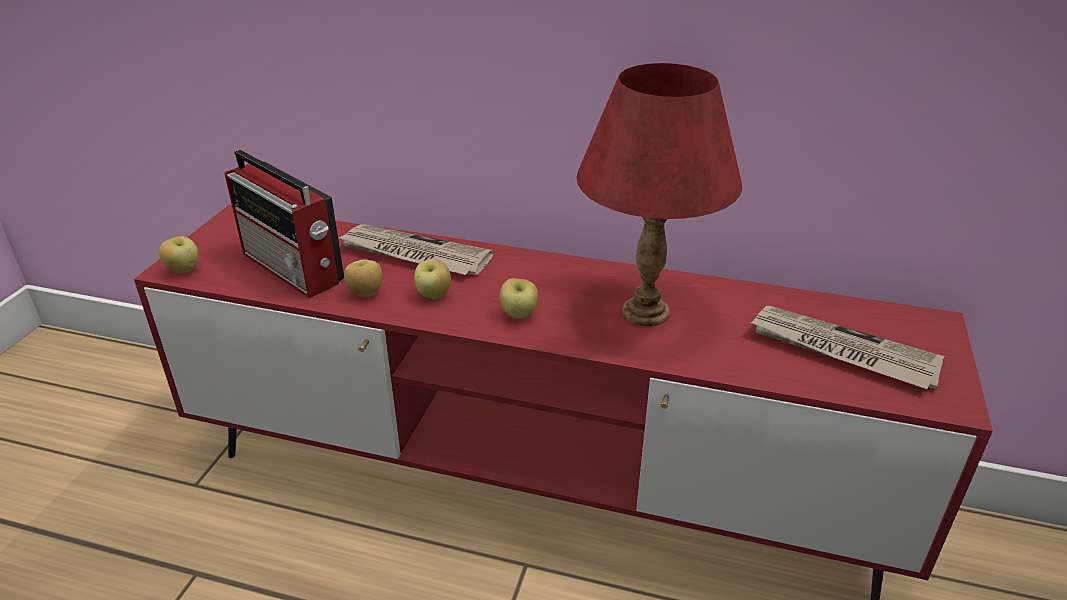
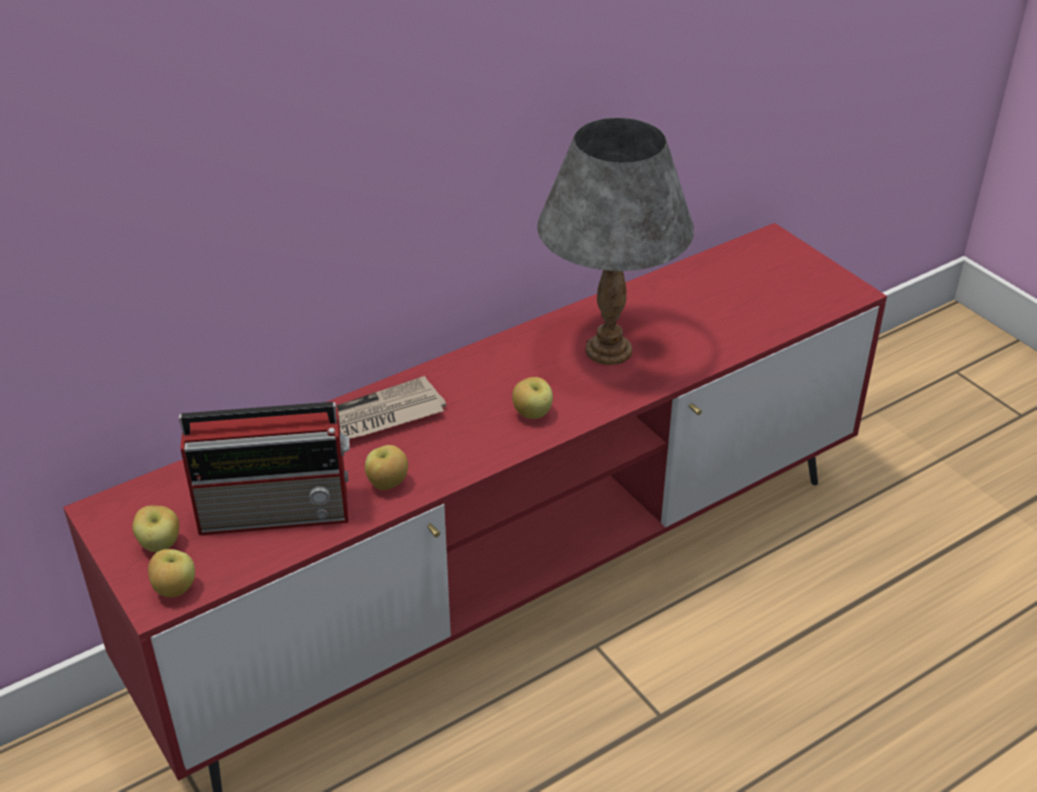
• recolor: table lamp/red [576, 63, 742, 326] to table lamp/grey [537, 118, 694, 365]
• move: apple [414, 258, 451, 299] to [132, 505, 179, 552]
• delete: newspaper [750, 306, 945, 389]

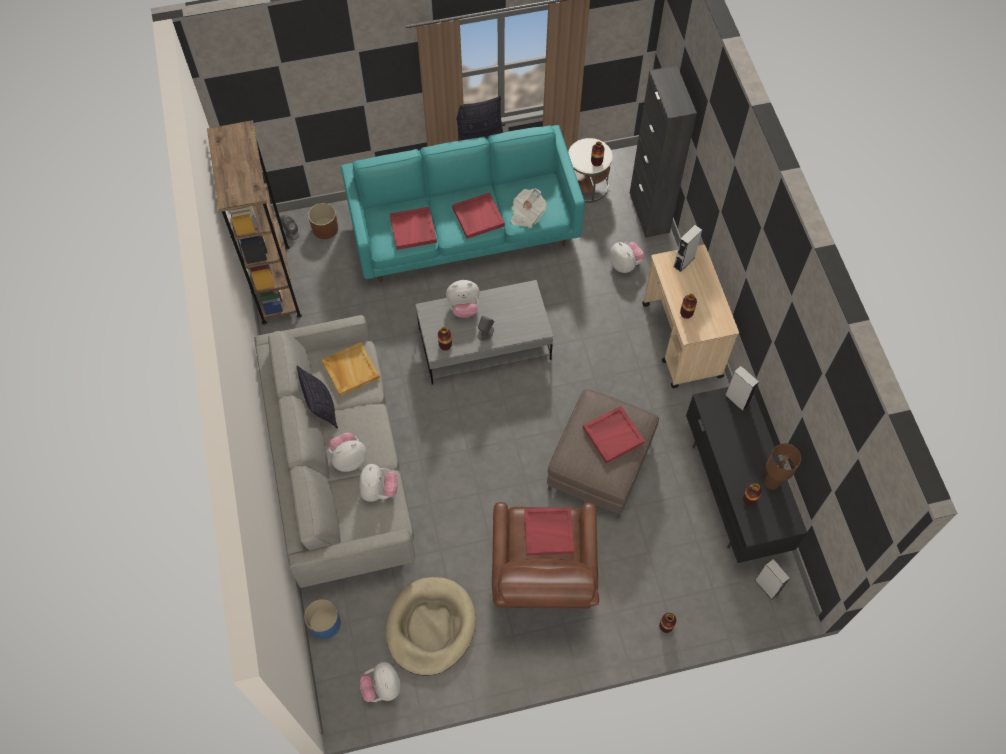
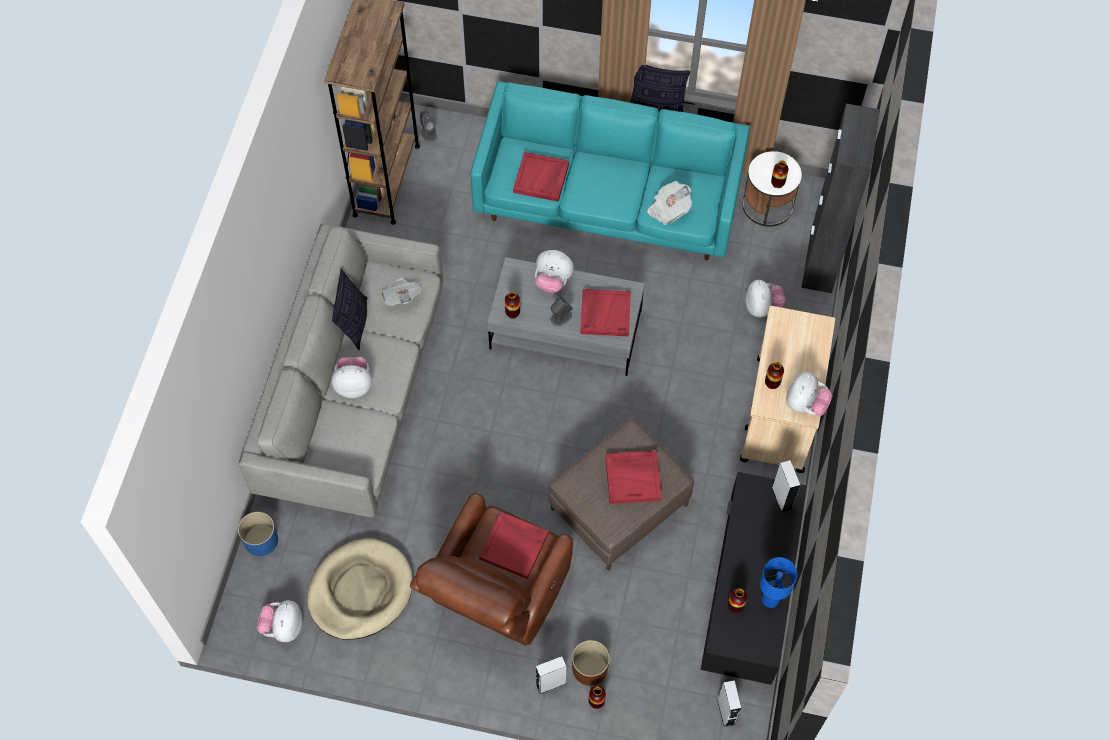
• move: tray/red [452, 192, 505, 239] to [580, 289, 631, 336]
• move: planter/brown [308, 203, 338, 239] to [572, 640, 610, 686]
• move: speaker/grey [673, 225, 702, 272] to [536, 656, 566, 694]
• replace: tray/beige [321, 342, 380, 397] to newspaper [381, 278, 421, 306]
• recolor: table lamp/brown [764, 443, 801, 490] to table lamp/blue [760, 557, 797, 608]
• move: plush toy [359, 464, 398, 502] to [786, 372, 833, 416]

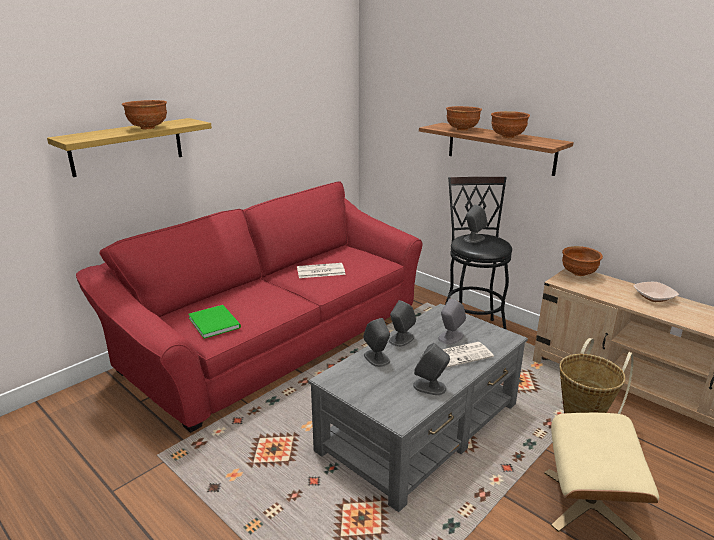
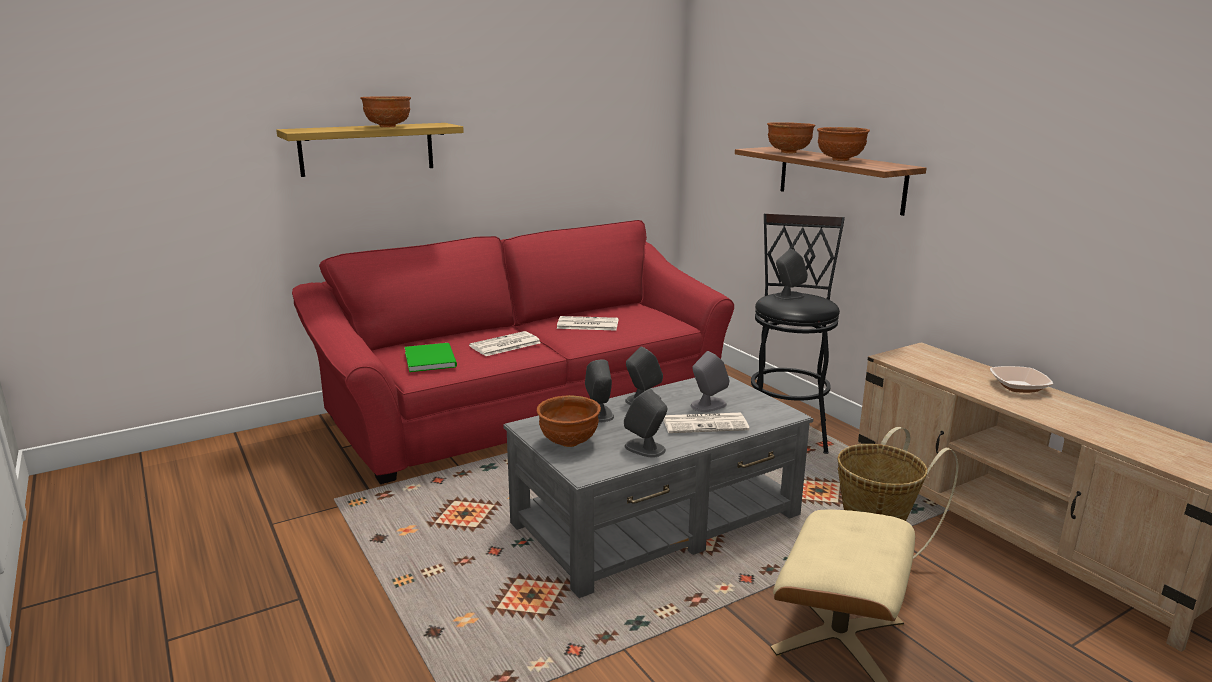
• move: bowl/brown [562, 246, 603, 276] to [537, 395, 601, 447]
• insert: newspaper [469, 331, 541, 356]

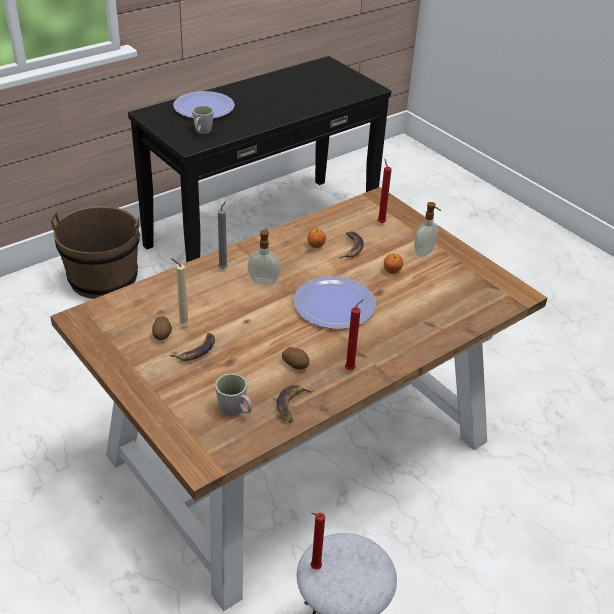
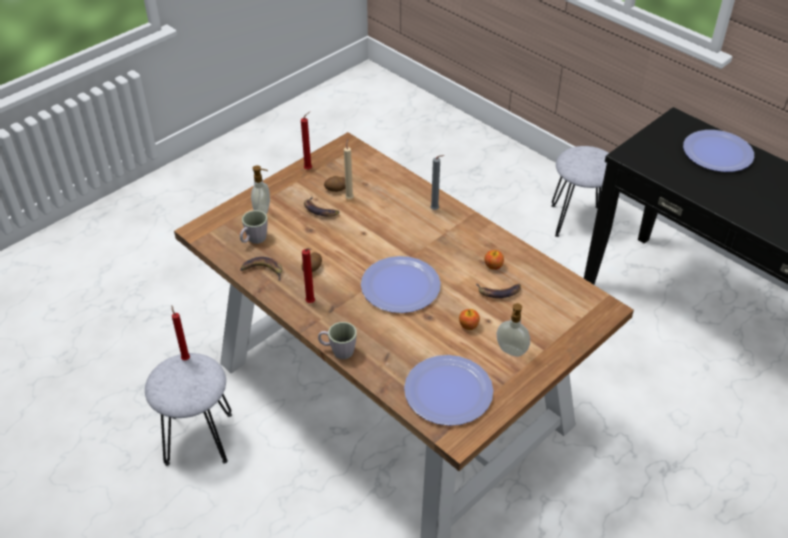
• move: mug/grey [192, 106, 214, 134] to [318, 322, 357, 359]
• move: candle/red [378, 159, 392, 223] to [301, 112, 312, 170]
• replace: bucket/brown [51, 206, 140, 299] to stool/grey [551, 146, 609, 237]
• move: soap dispenser [247, 228, 280, 285] to [251, 165, 270, 214]
• insert: plate [404, 355, 493, 426]

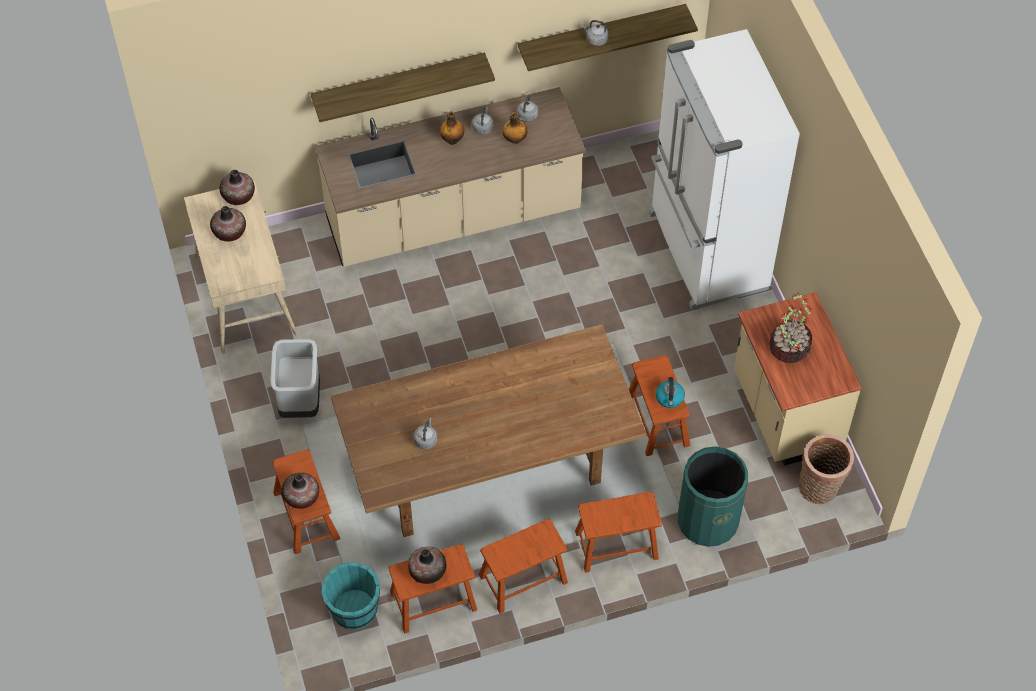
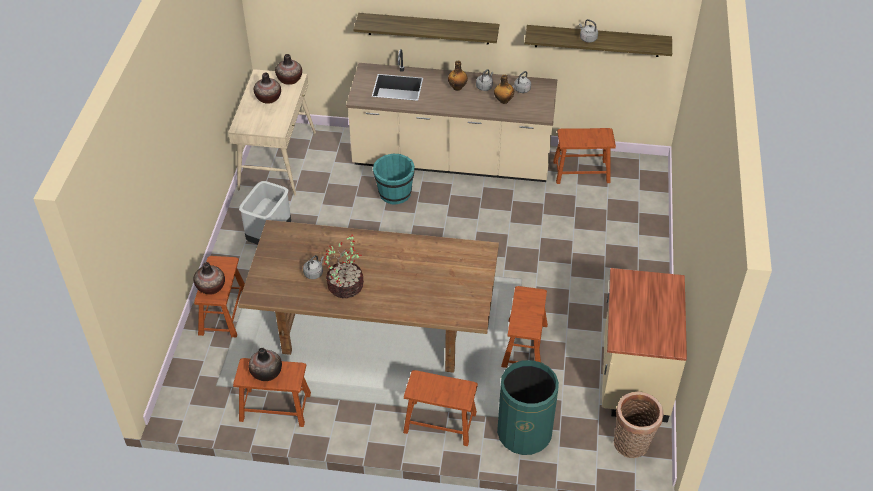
• delete: fridge/white [649, 29, 800, 310]
• move: potted plant [769, 292, 812, 363] to [323, 235, 364, 298]
• delete: kettle [655, 377, 685, 408]
• move: stool/brown [479, 519, 568, 614] to [553, 128, 616, 184]
• move: bucket/turquoise [321, 562, 380, 630] to [373, 153, 415, 205]

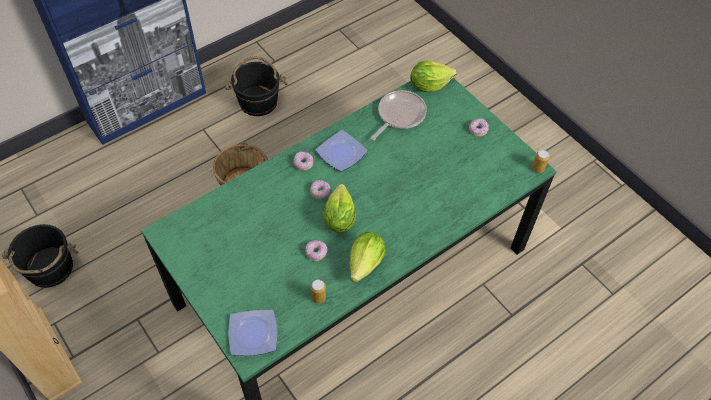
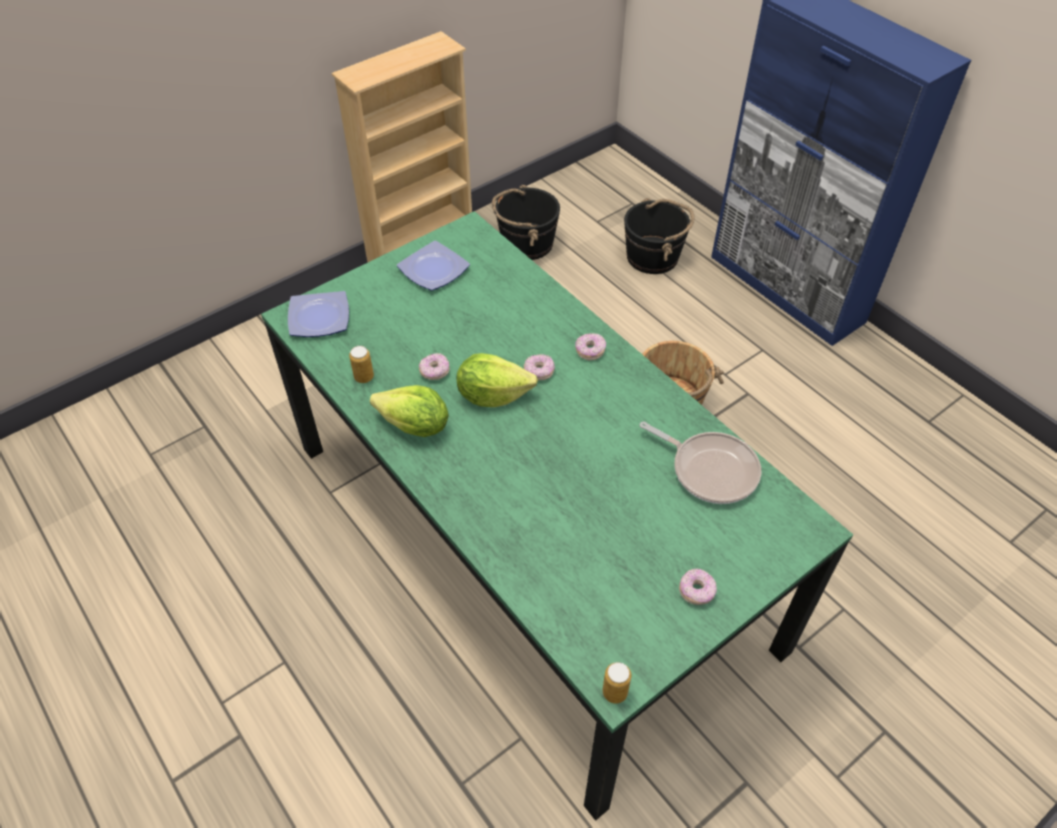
• move: bucket/black [225, 56, 288, 116] to [624, 198, 695, 274]
• delete: lettuce [410, 61, 457, 92]
• move: plate [316, 130, 368, 172] to [397, 240, 470, 291]

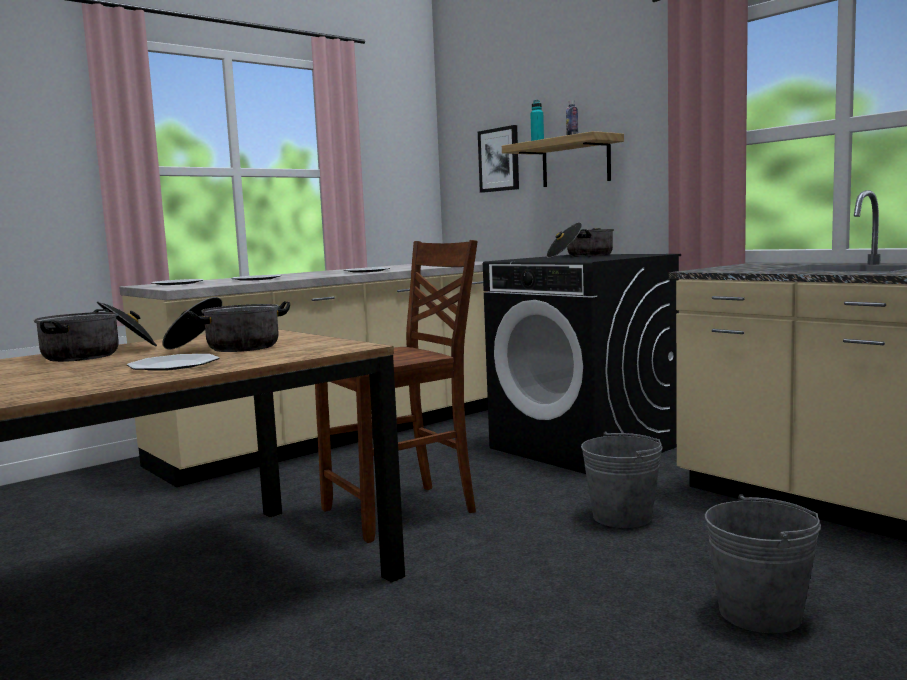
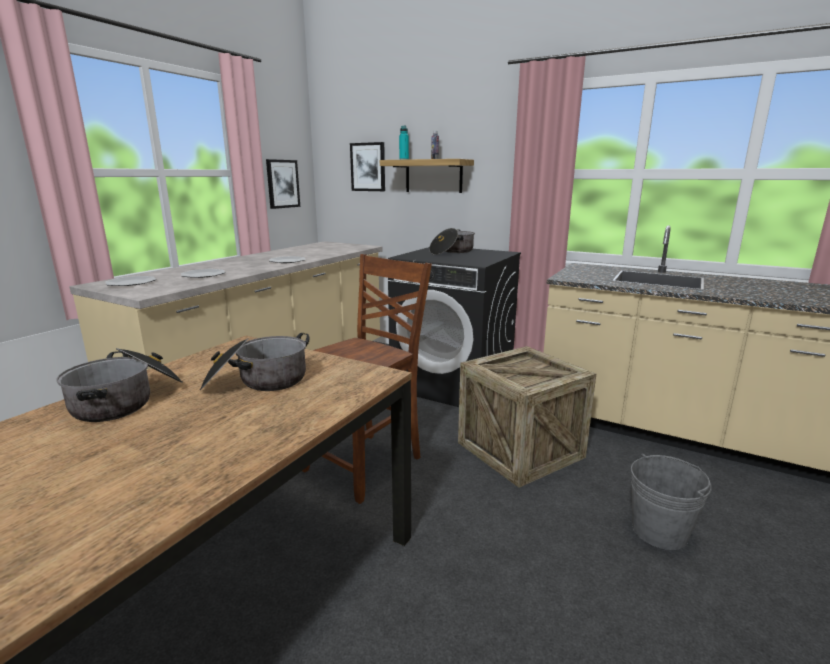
• delete: plate [127, 354, 219, 371]
• replace: bucket/grey [581, 432, 662, 528] to crate [458, 346, 596, 488]
• insert: picture [266, 159, 300, 209]

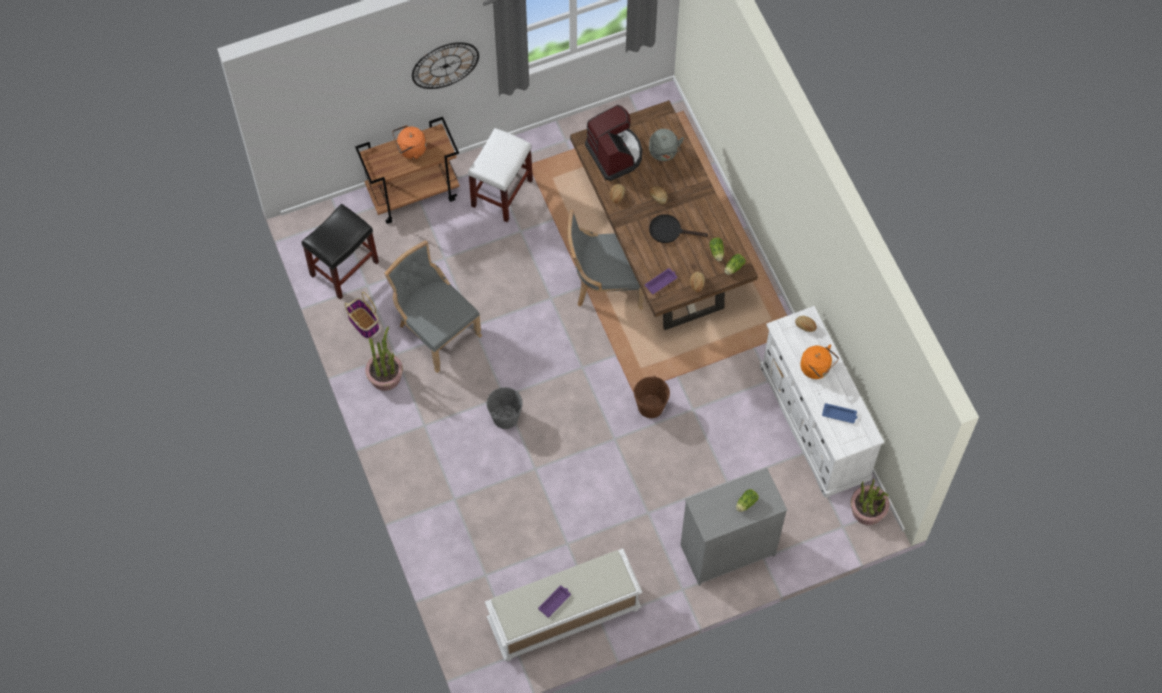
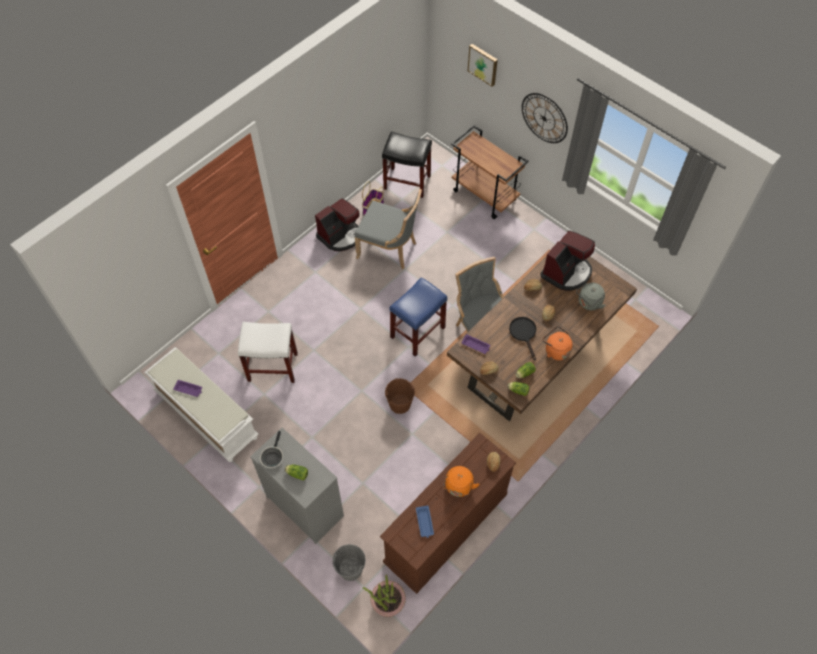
• move: kettle/orange [392, 125, 426, 159] to [543, 326, 573, 360]
• move: stool/white [468, 128, 533, 223] to [238, 322, 298, 383]
• rotate: chair/grey [384, 240, 483, 373] = [354, 189, 422, 269] 90 degrees clockwise
• recolor: dresser/white [760, 306, 884, 498] to dresser/brown [380, 433, 516, 594]
• replace: potted plant [365, 326, 403, 391] to coffee machine [315, 198, 360, 252]
• move: bucket/grey [487, 387, 523, 429] to [332, 544, 366, 581]
• insert: picture [468, 44, 498, 87]
• insert: stool/blue [389, 277, 447, 357]
• insert: frying pan [260, 431, 283, 469]

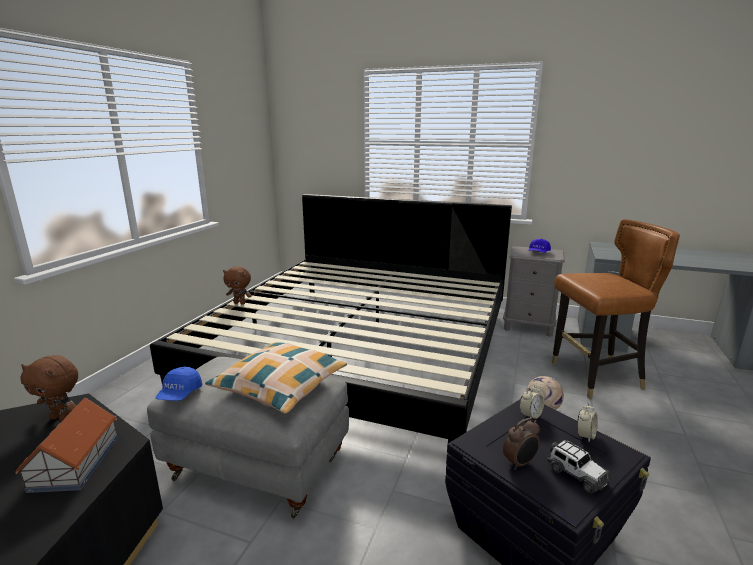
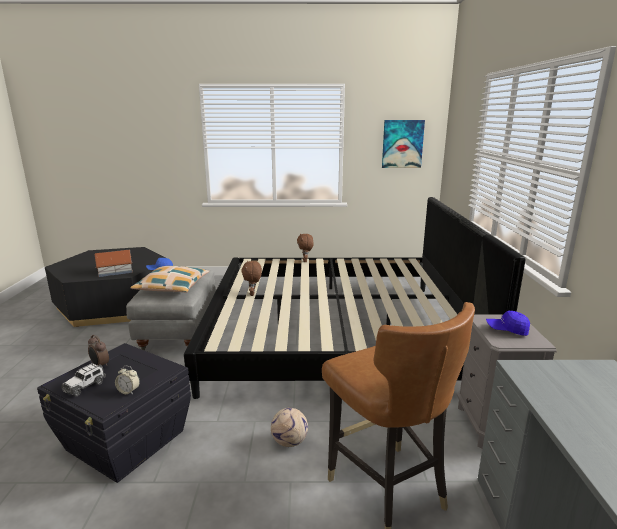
• move: plush toy/brown [20, 355, 78, 421] to [241, 261, 262, 296]
• delete: alarm clock [519, 384, 544, 419]
• insert: picture [382, 120, 425, 168]

